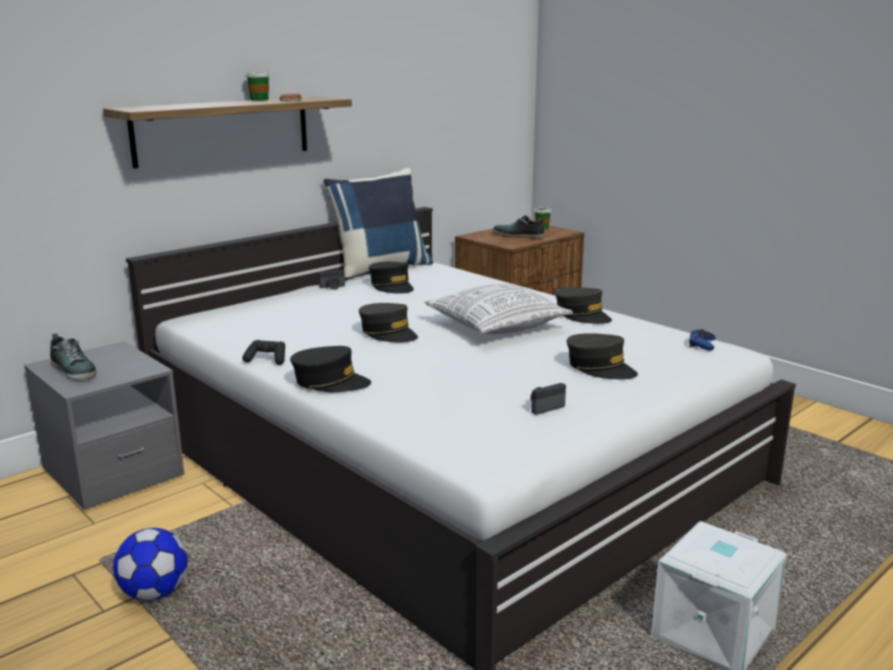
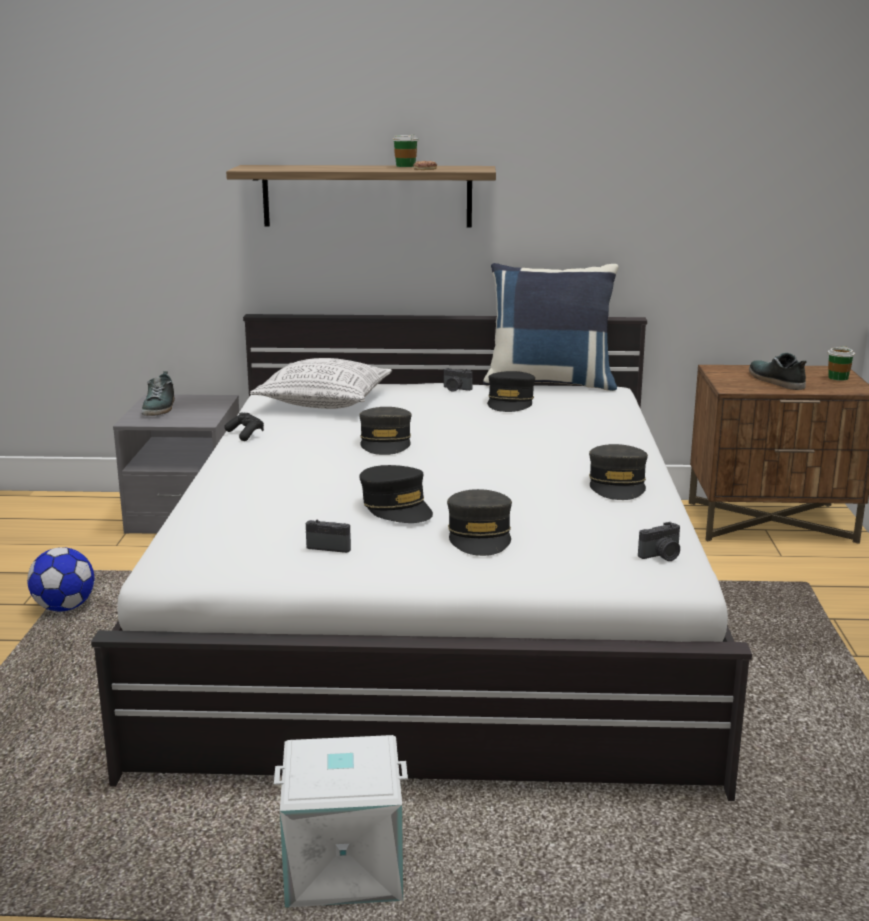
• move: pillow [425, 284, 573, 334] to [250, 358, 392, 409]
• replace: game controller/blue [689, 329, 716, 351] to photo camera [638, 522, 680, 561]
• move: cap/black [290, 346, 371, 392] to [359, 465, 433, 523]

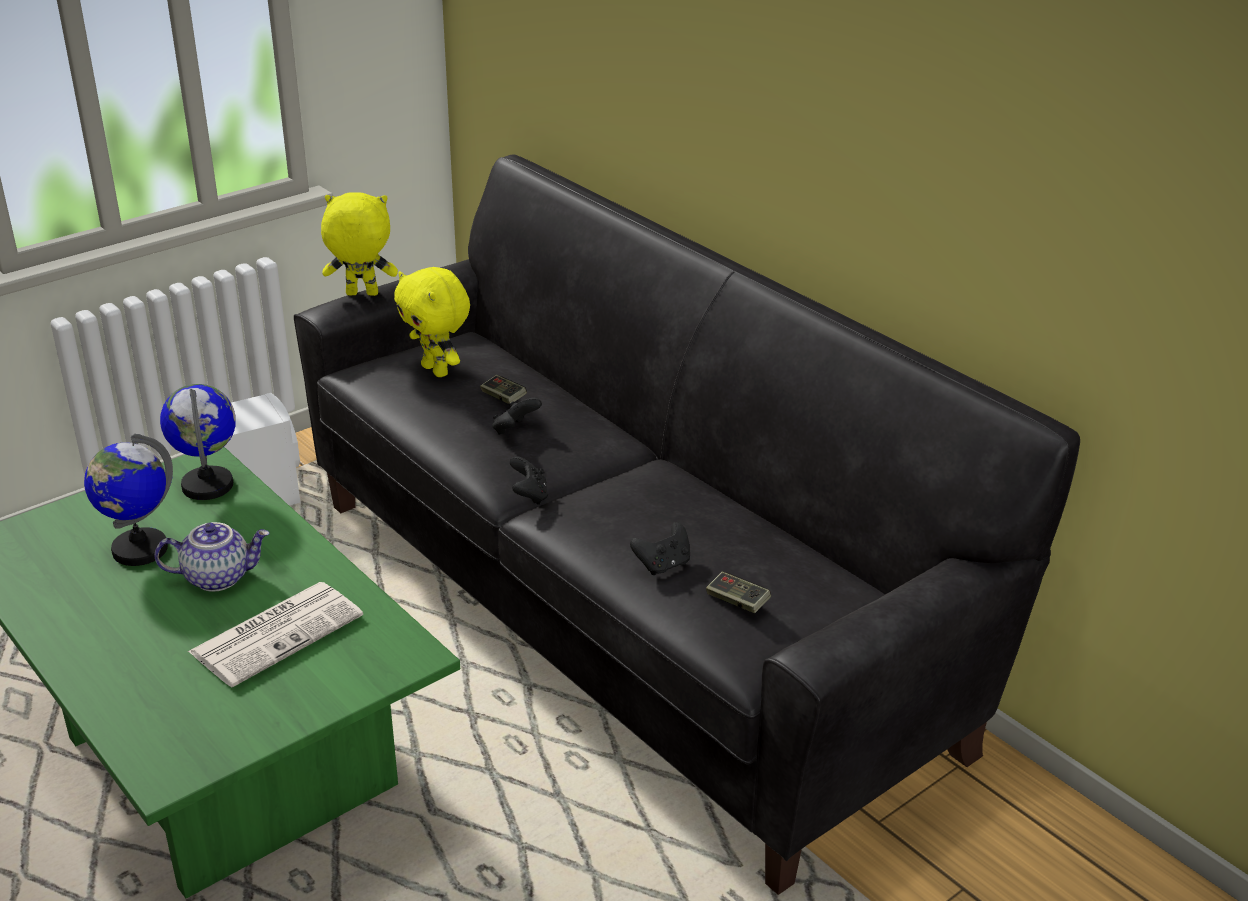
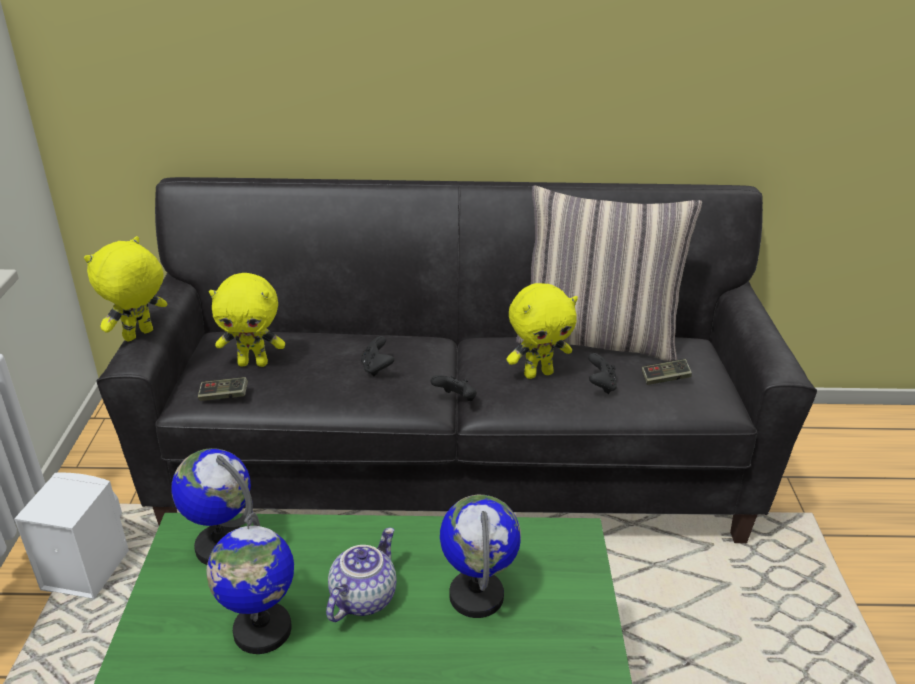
• move: game controller [480, 375, 527, 404] to [198, 377, 248, 401]
• replace: newspaper [188, 582, 363, 688] to globe [440, 495, 521, 618]
• insert: pillow [516, 186, 702, 361]
• insert: plush toy/yellow [506, 283, 578, 379]

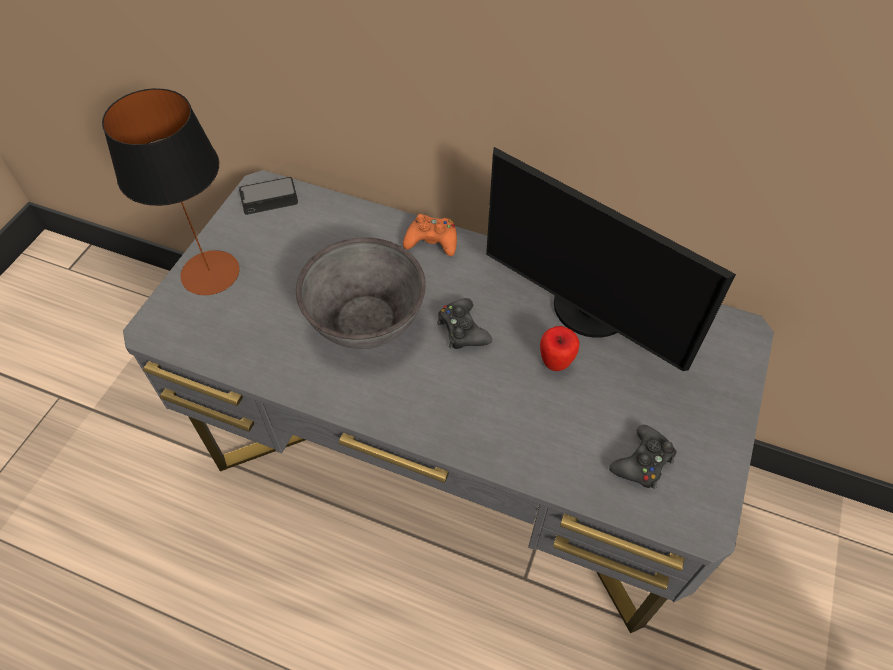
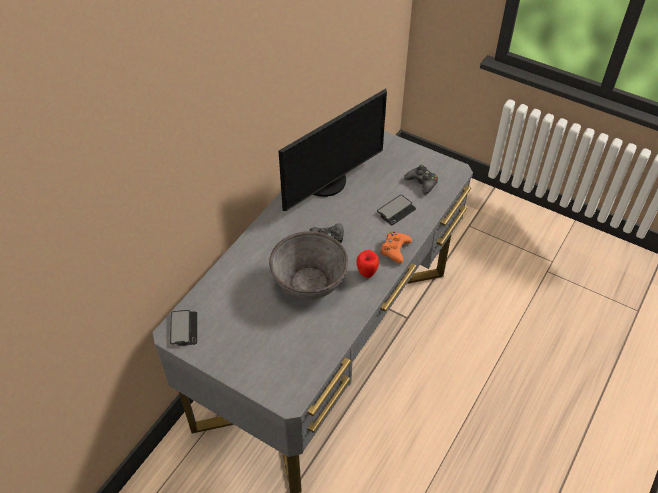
• delete: table lamp [102, 88, 240, 295]
• move: game controller/orange [403, 214, 457, 256] to [380, 232, 412, 264]
• move: apple [540, 326, 579, 371] to [357, 250, 379, 278]
• insert: phone [377, 195, 416, 225]

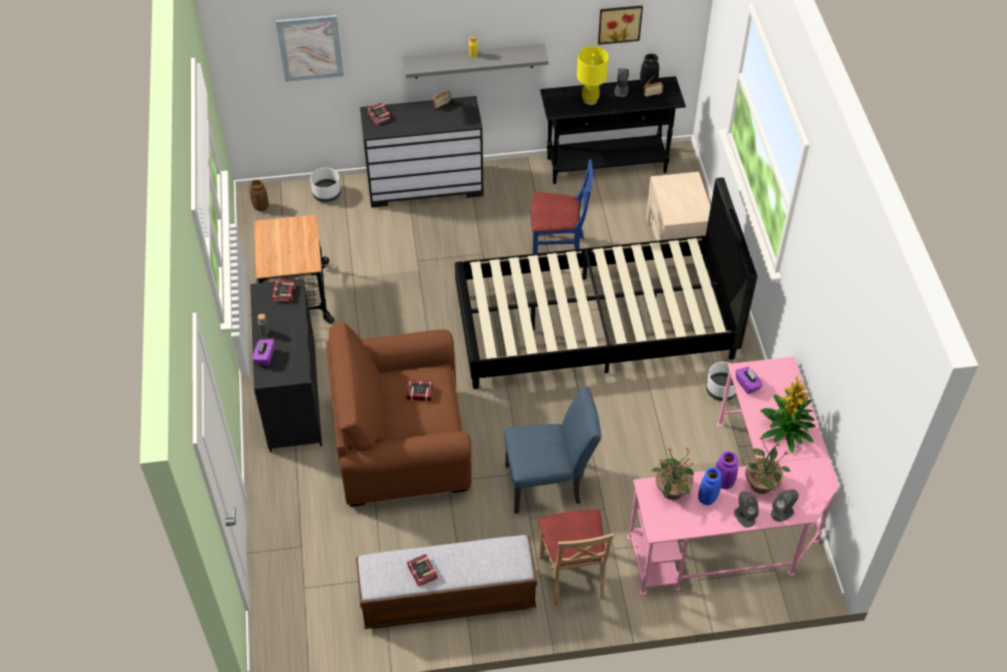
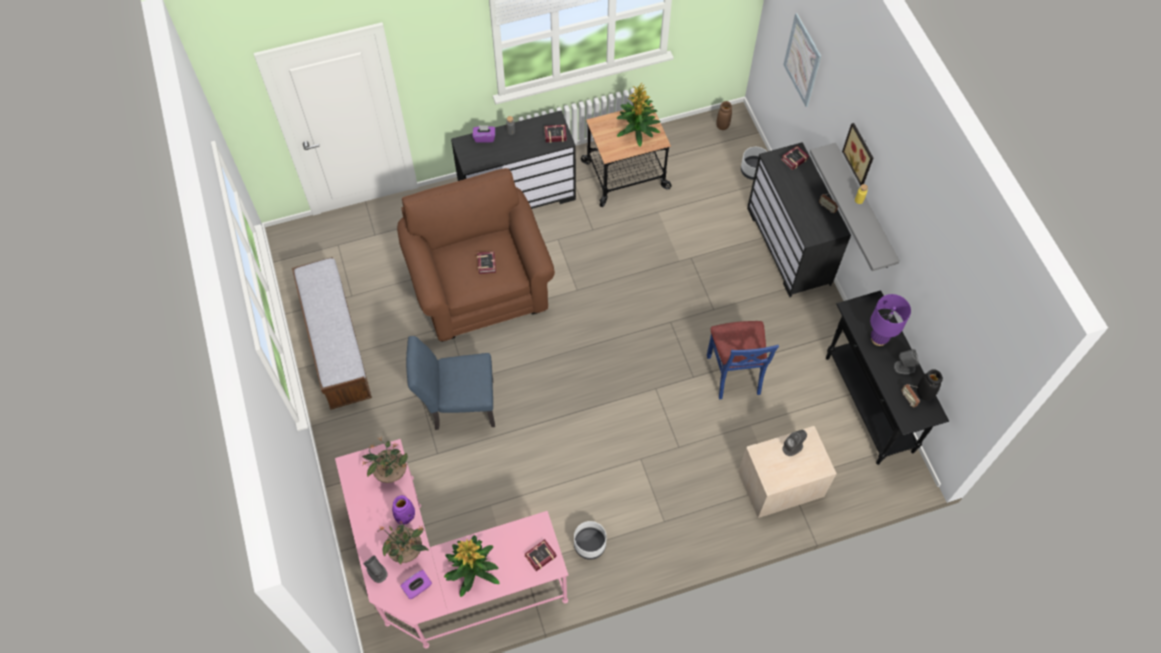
• move: picture [598, 5, 643, 45] to [842, 123, 873, 186]
• recolor: table lamp/yellow [577, 46, 609, 105] to table lamp/purple [870, 294, 911, 346]
• delete: bed/black [455, 178, 757, 389]
• move: tissue box/purple [736, 367, 763, 394] to [400, 570, 432, 599]
• rotate: chair/blue [504, 387, 601, 514] = [406, 336, 495, 430] 105 degrees clockwise
• delete: vase/blue [698, 467, 722, 505]
• move: speaker/grey [734, 491, 759, 527] to [782, 430, 807, 456]
• delete: chair/beige [538, 509, 614, 607]
• move: book [407, 554, 437, 587] to [524, 539, 557, 571]
• insert: potted plant [616, 83, 661, 147]

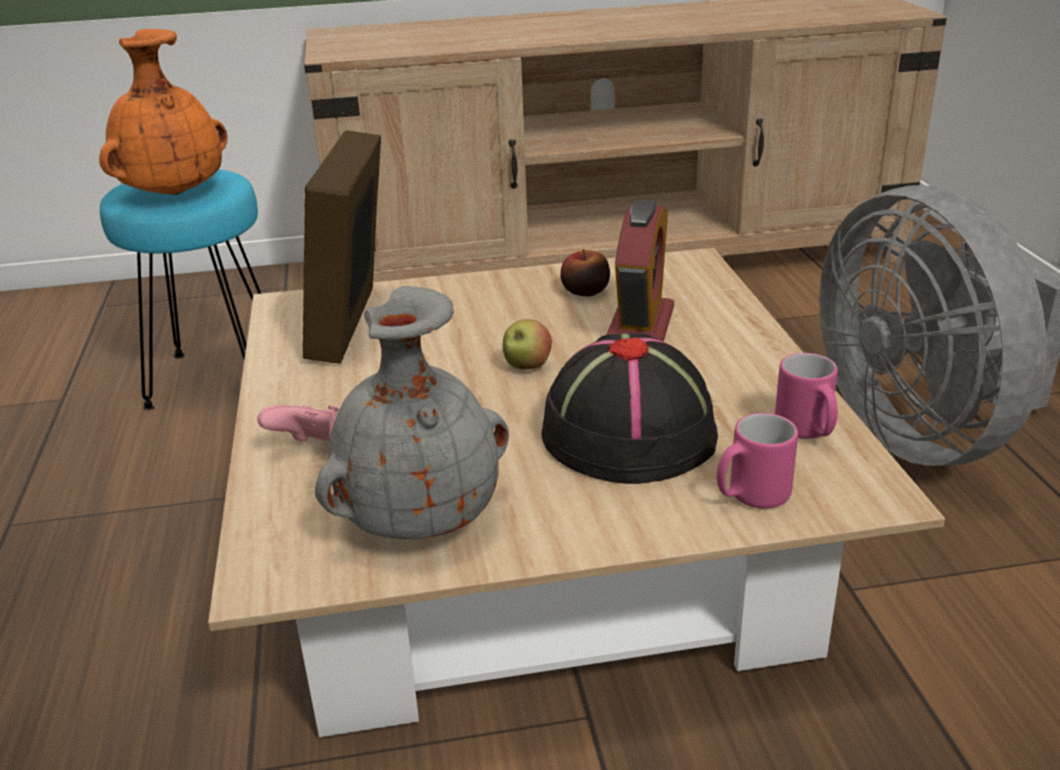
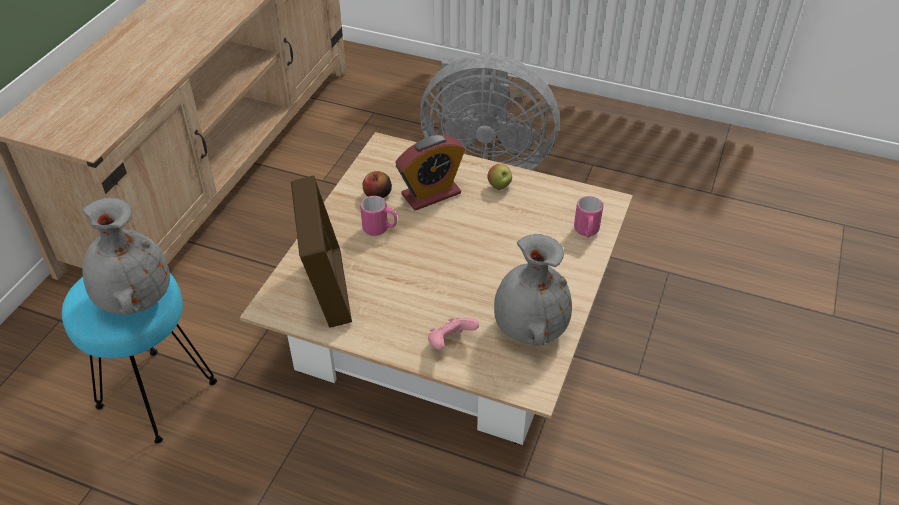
• recolor: vase/orange [99, 29, 228, 195] to vase/grey [82, 197, 170, 315]
• rotate: picture frame [303, 130, 381, 364] = [291, 176, 352, 328] 135 degrees counterclockwise
• rotate: alarm clock [607, 200, 674, 341] = [395, 135, 465, 211] 105 degrees clockwise
• move: apple [503, 319, 552, 369] to [487, 164, 512, 190]
• delete: hat/black [541, 334, 718, 484]
• move: mug/pink [775, 353, 838, 439] to [360, 196, 397, 236]

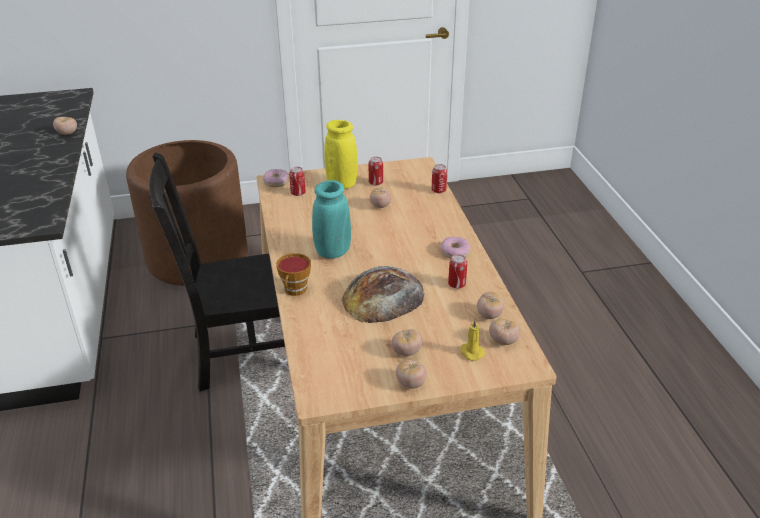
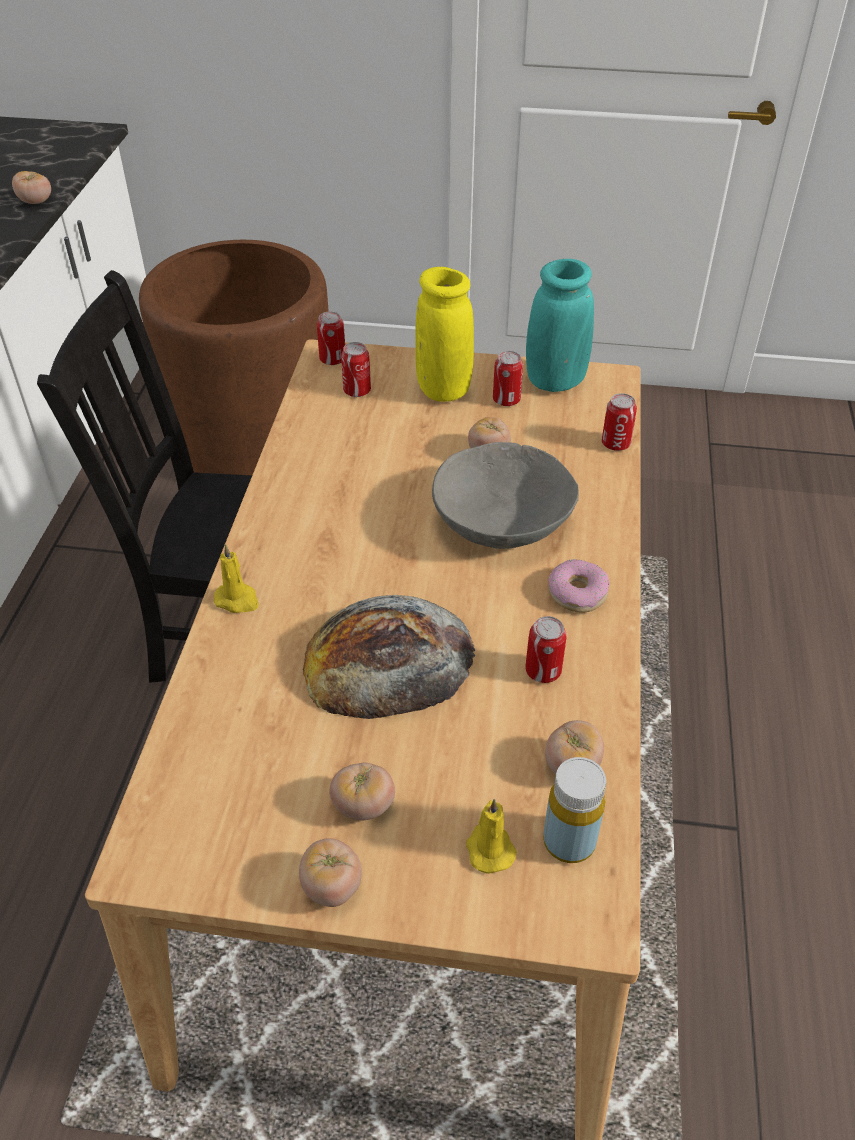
• replace: donut [263, 169, 289, 187] to can [317, 311, 345, 365]
• move: vase/turquoise [312, 180, 351, 259] to [526, 259, 594, 392]
• replace: cup [276, 253, 311, 296] to candle/yellow [214, 544, 259, 613]
• replace: tomato [489, 319, 521, 345] to bottle/yellow [543, 757, 606, 863]
• insert: bowl/grey [432, 442, 579, 549]

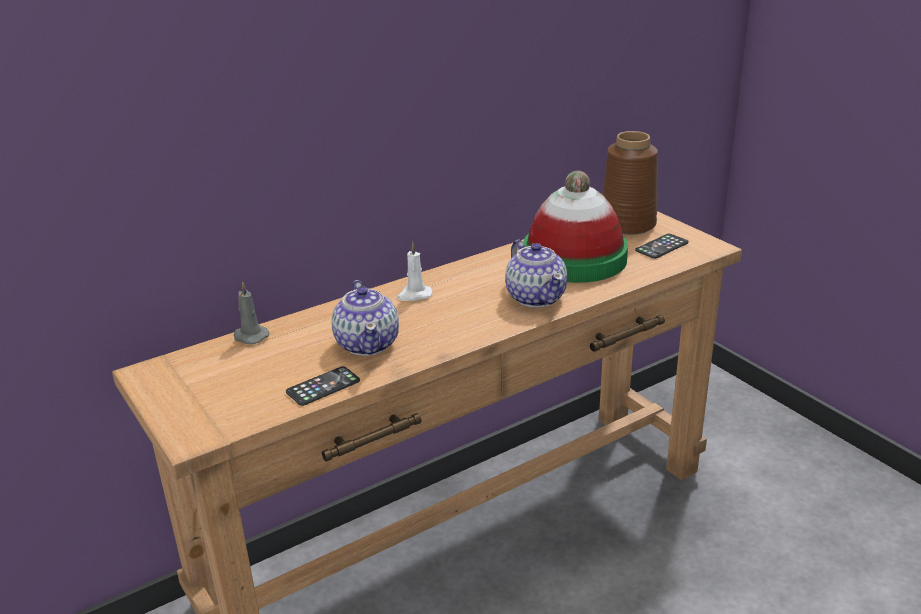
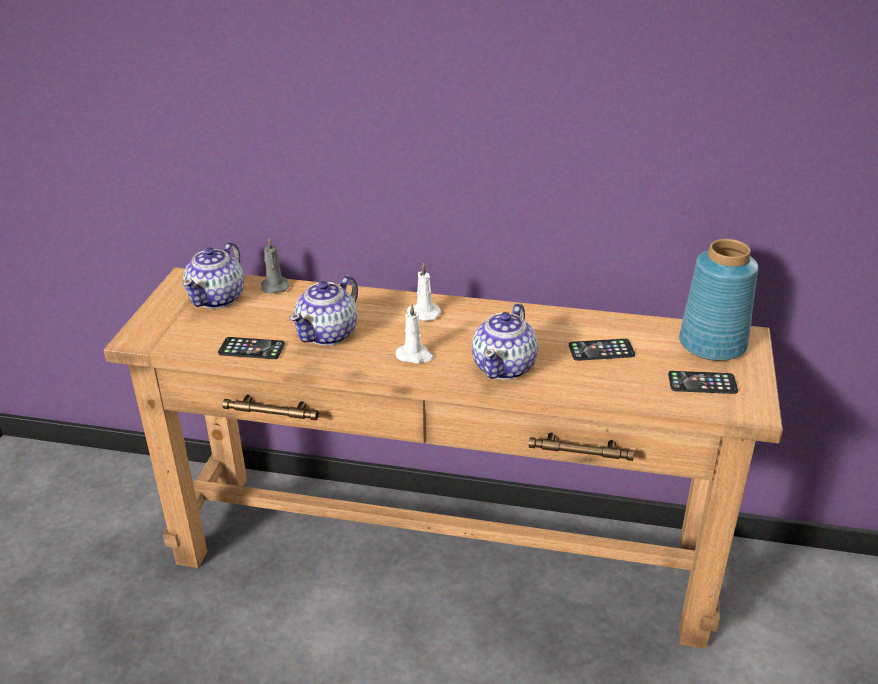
• recolor: vase/brown [602, 131, 658, 235] to vase/blue [679, 239, 758, 361]
• replace: hat [523, 171, 628, 283] to phone [569, 339, 635, 361]
• insert: teapot [182, 241, 244, 309]
• insert: candle/white [396, 303, 434, 363]

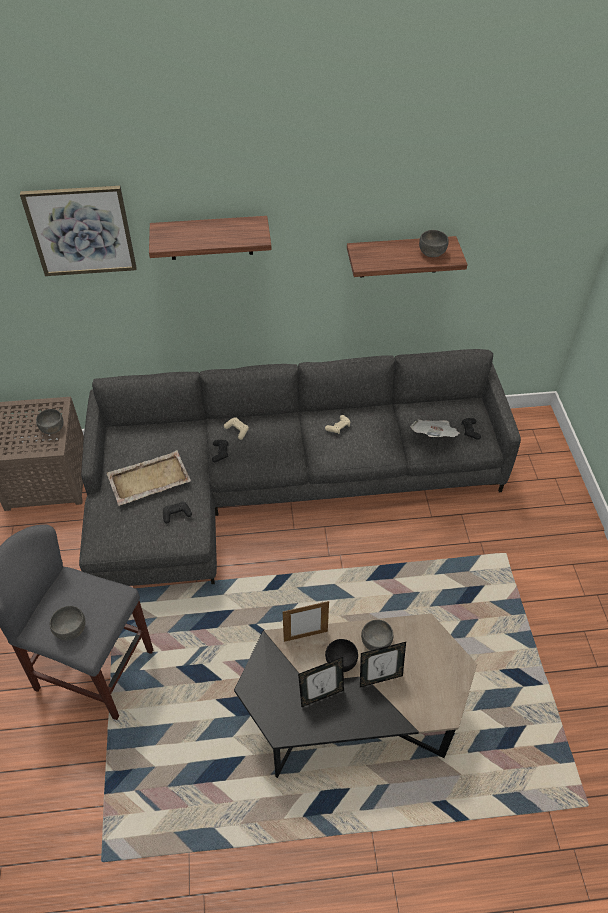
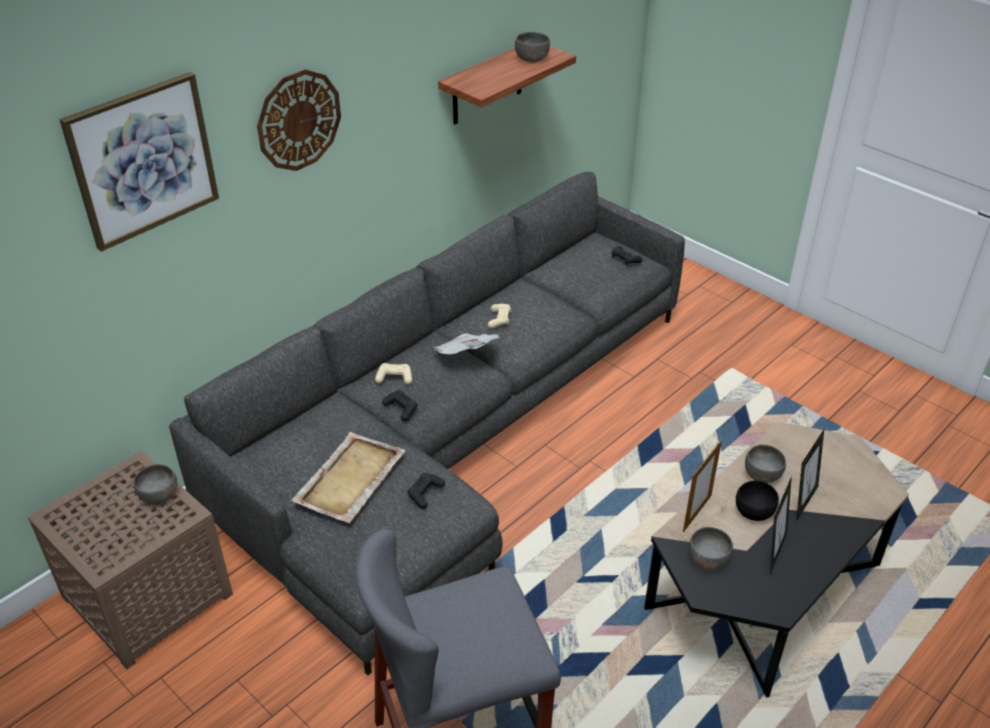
• replace: shelf [149, 216, 272, 260] to wall clock [257, 69, 341, 171]
• move: newspaper [410, 420, 460, 437] to [433, 333, 499, 354]
• move: bowl/grey [50, 606, 86, 640] to [689, 527, 733, 570]

